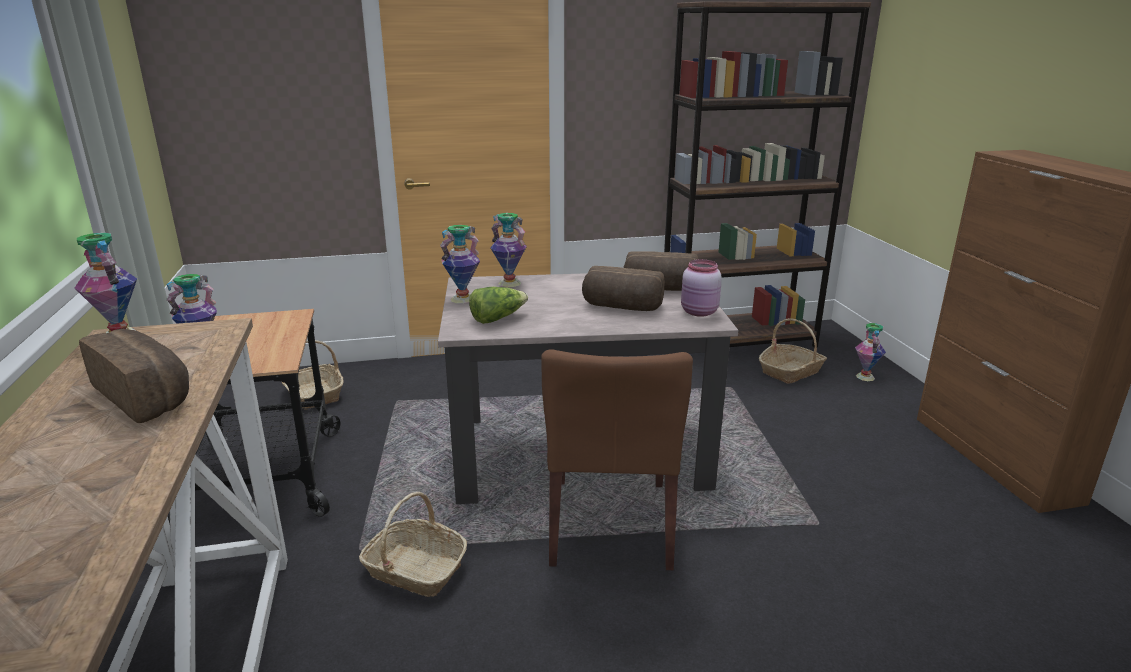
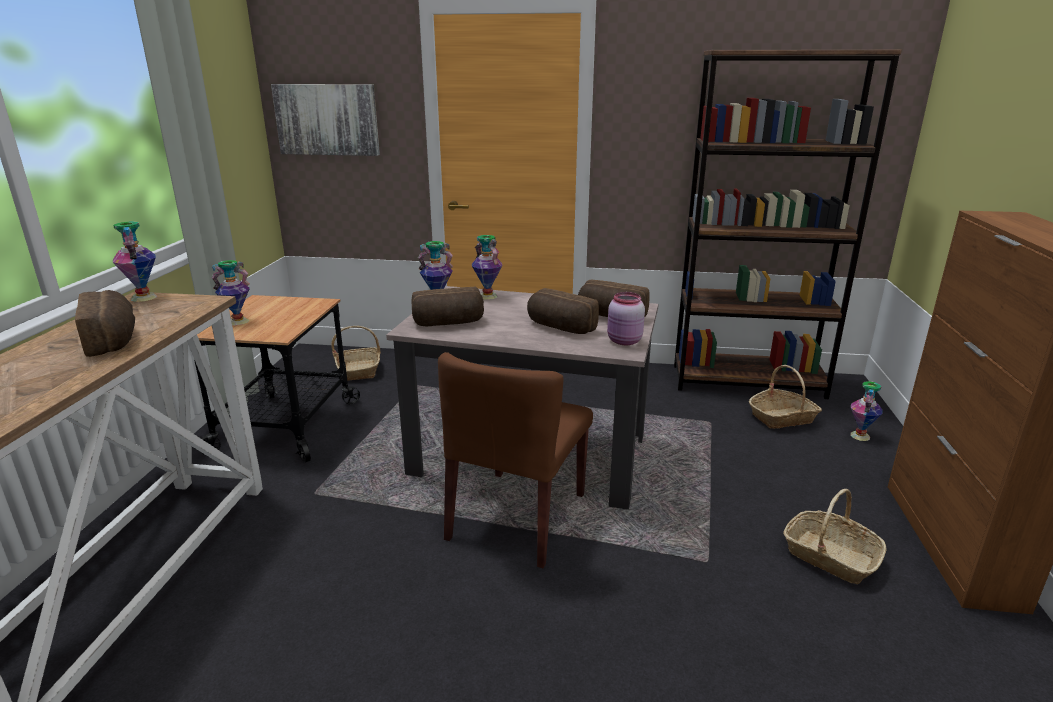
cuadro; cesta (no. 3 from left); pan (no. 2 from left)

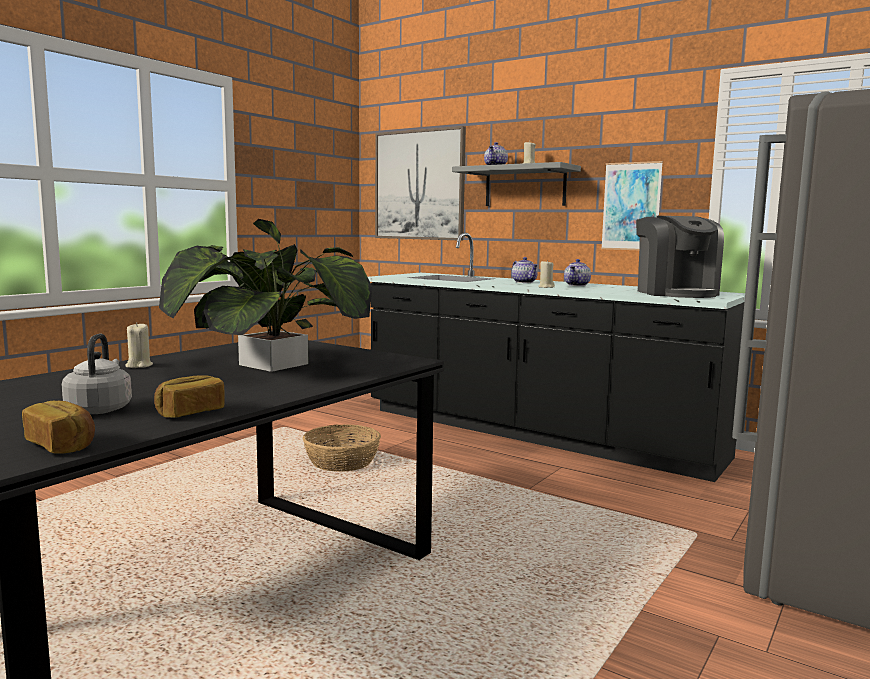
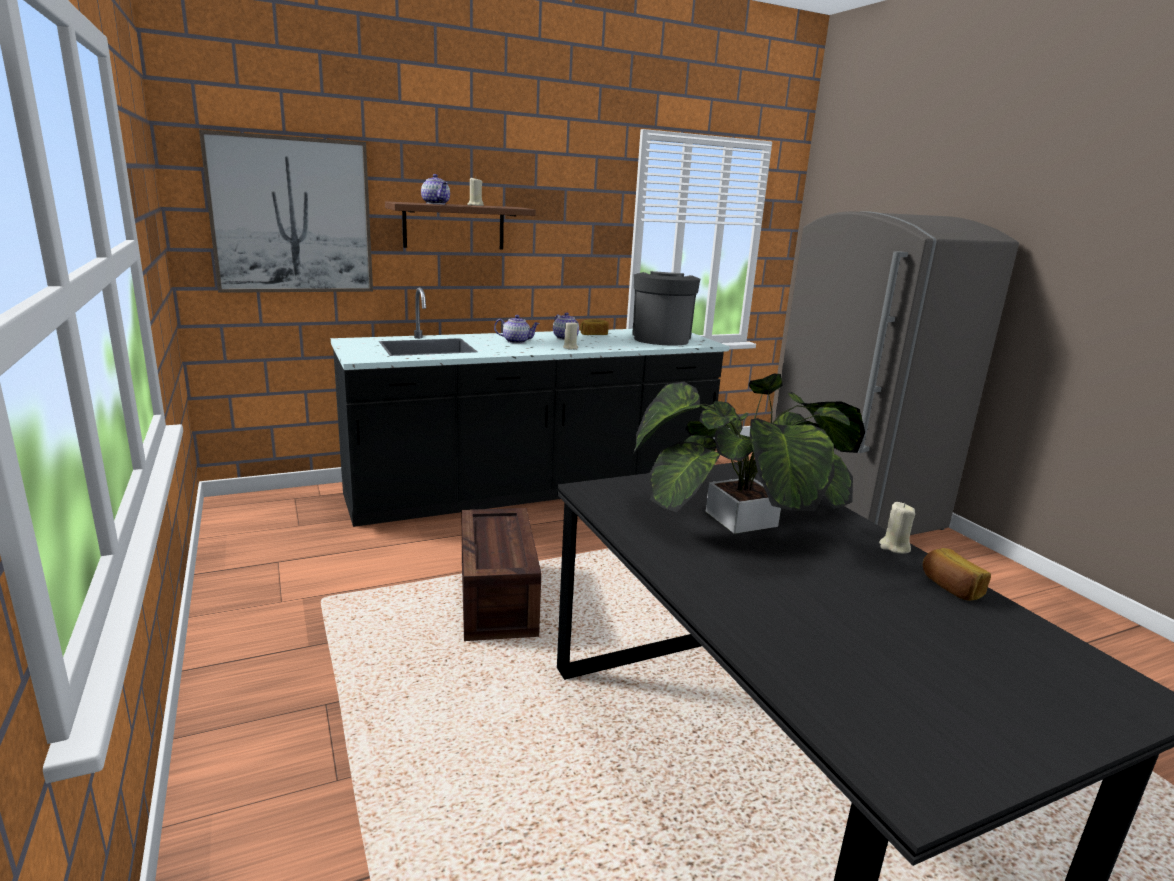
hervidor (gris); cuadro (no. 2 from left in the first image); pan (no. 1 from left); vela (beis) (no. 3 from left); caja de embalaje; estante (marrón); cafetera

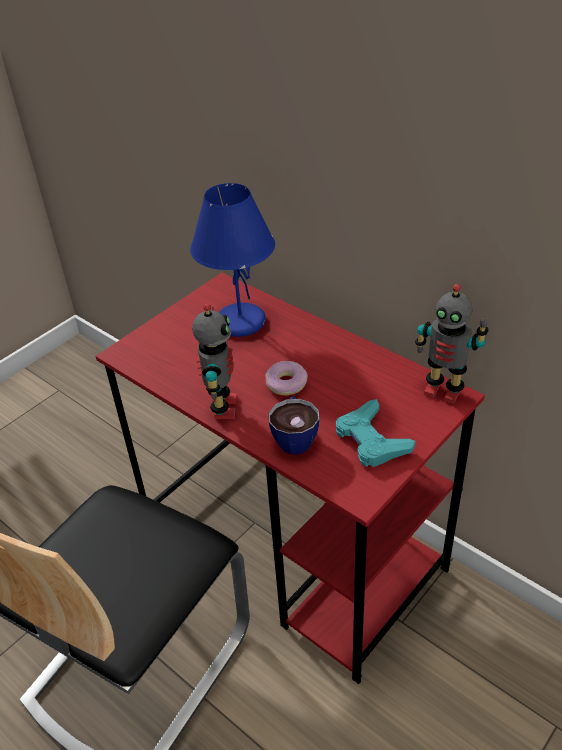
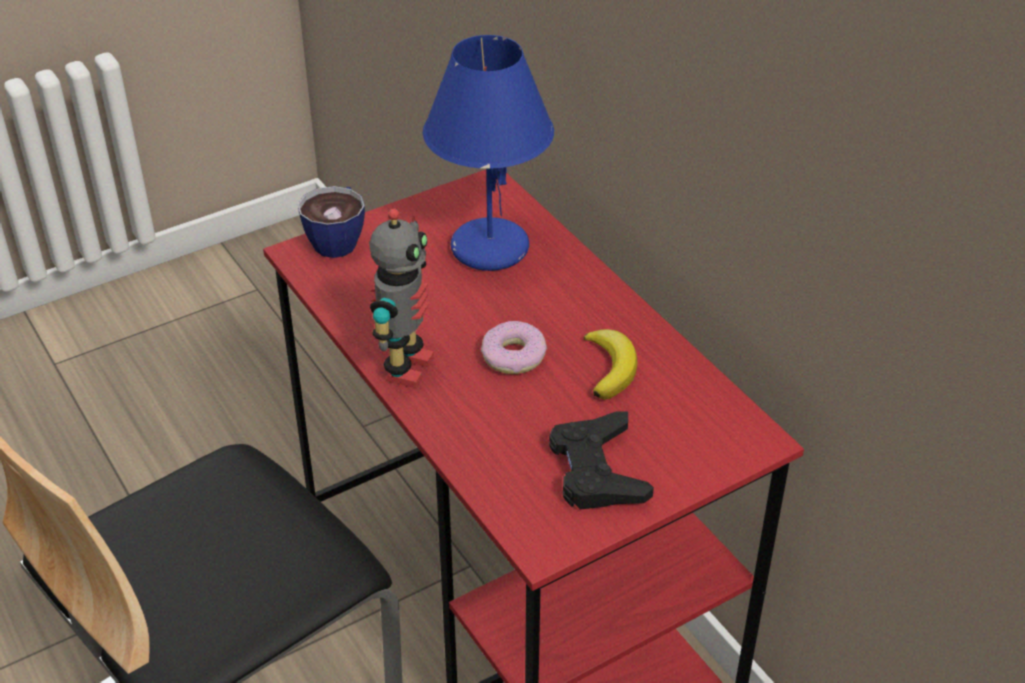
robot de juguete (no. 2 from left in the first image); plátano; taza; mando de consola (negro)

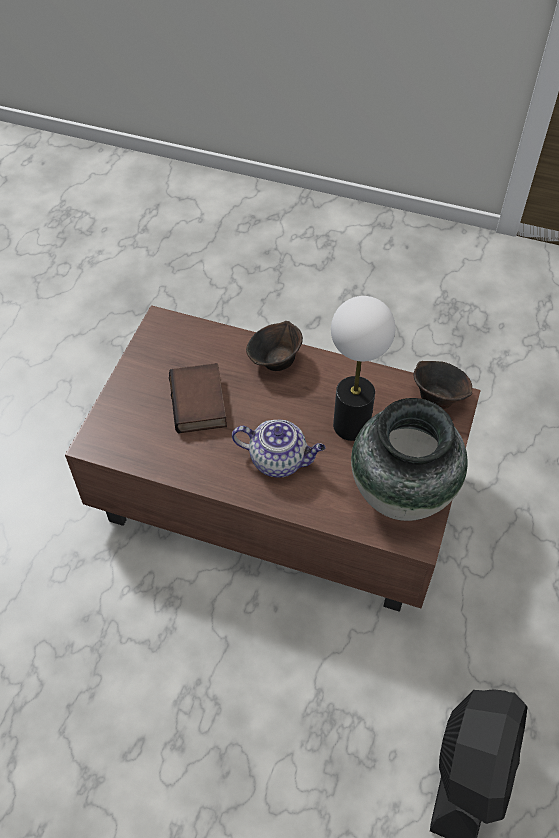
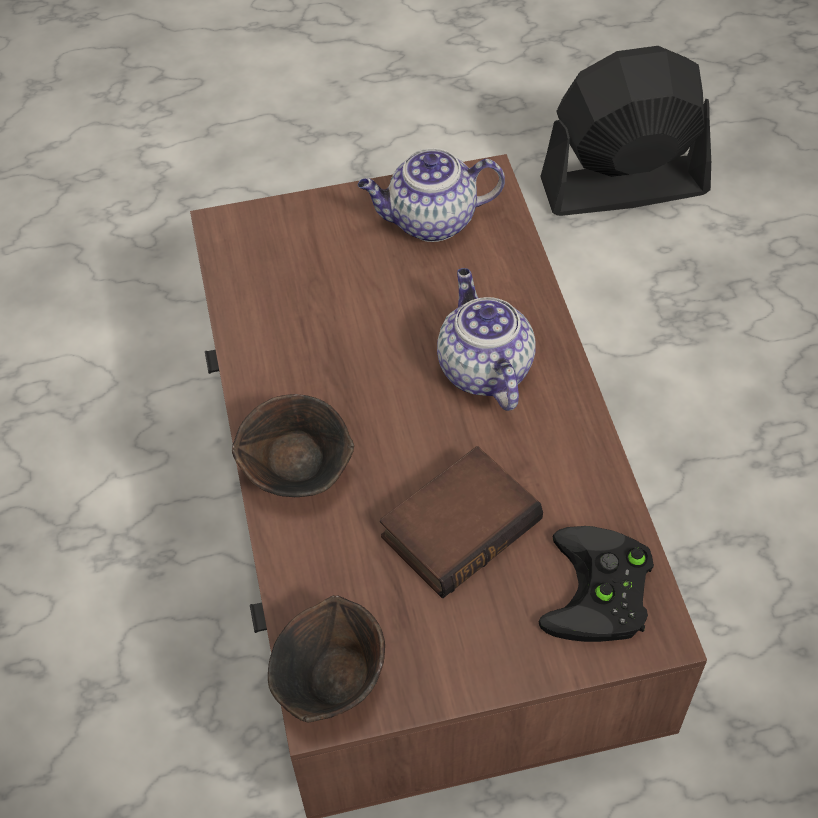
lámpara de mesa; mando de consola (negro); cuenco (marrón) (no. 2 from left); tetera (no. 1 from left)

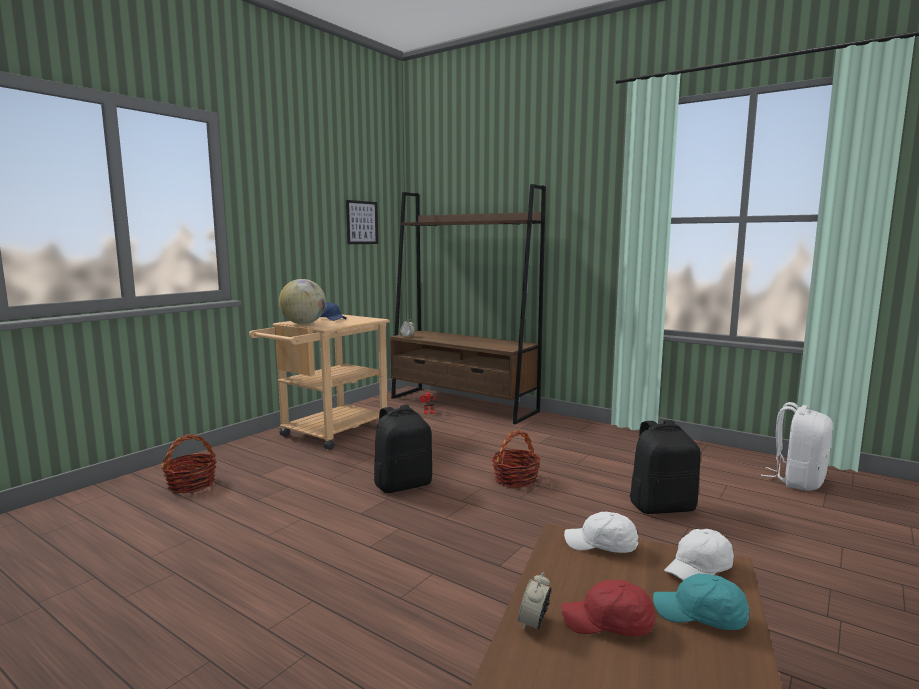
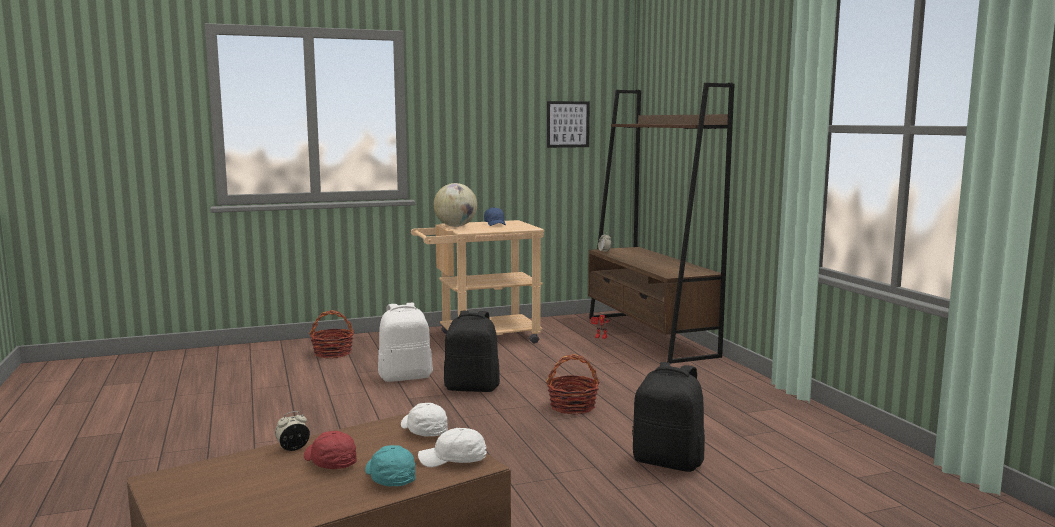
mochila (blanco)

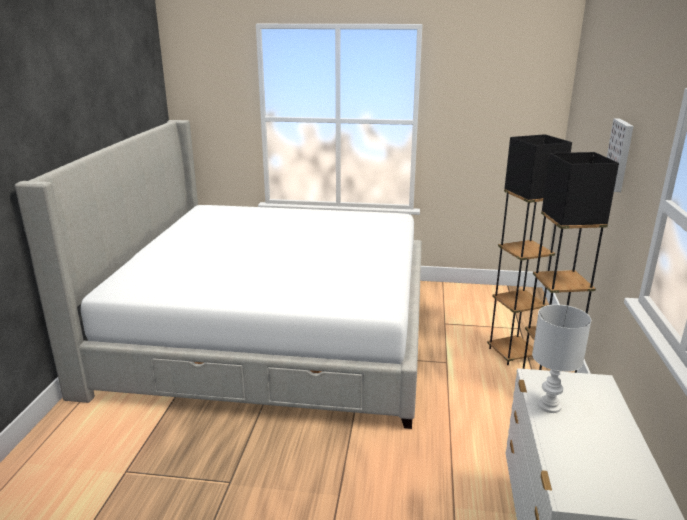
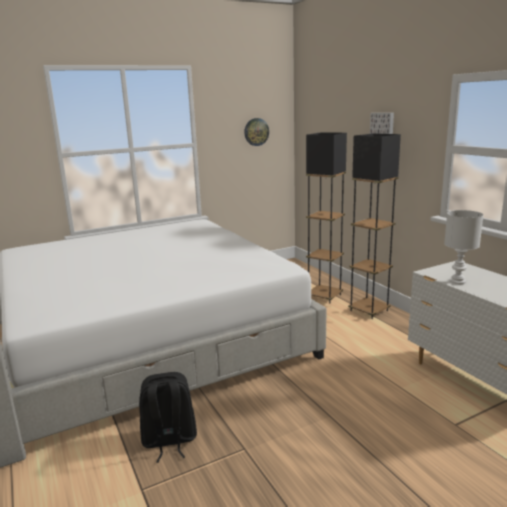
mochila (negro); reloj de pared

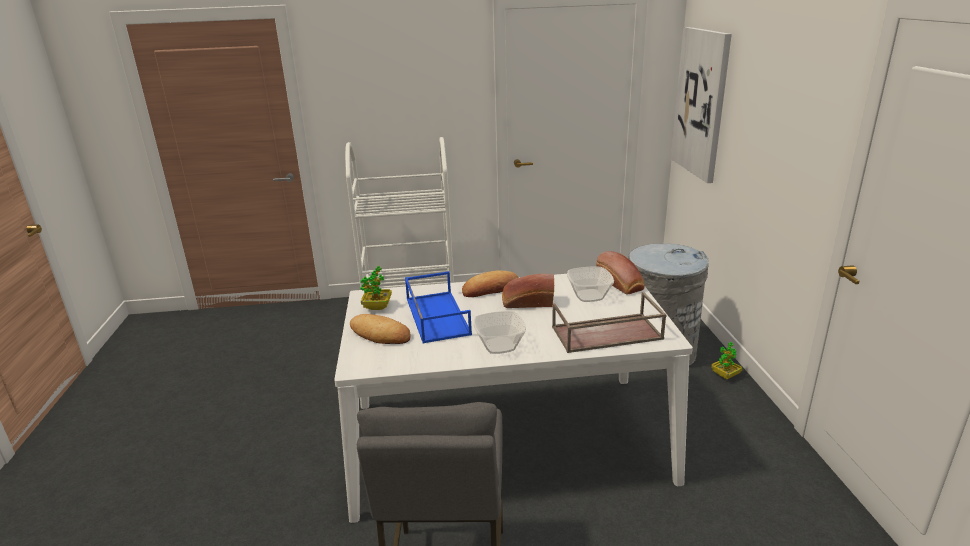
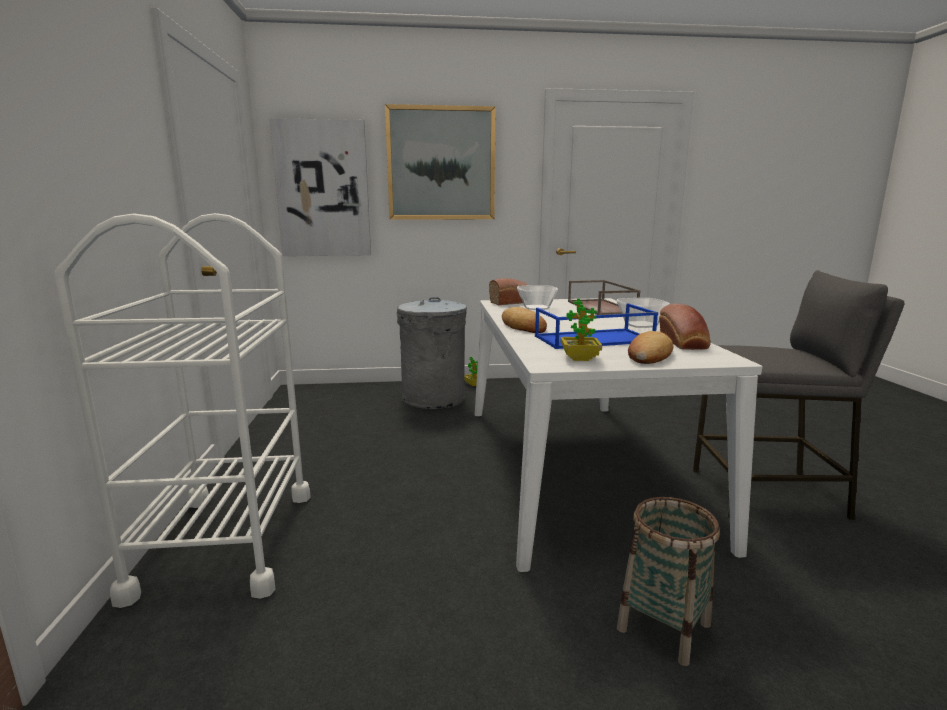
cuadro (no. 2 from left); cesta; pan (no. 4 from left)

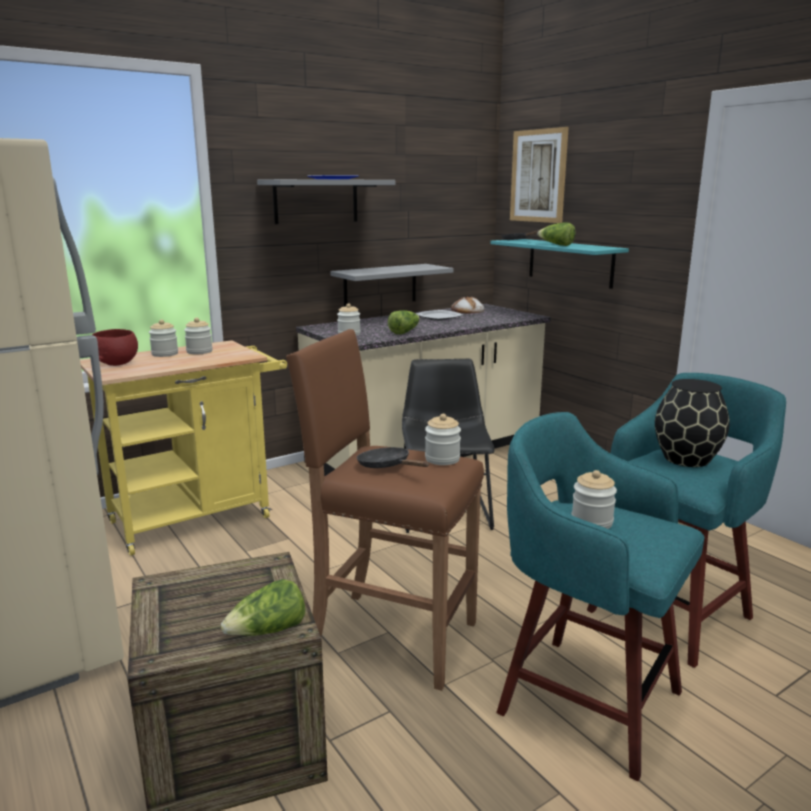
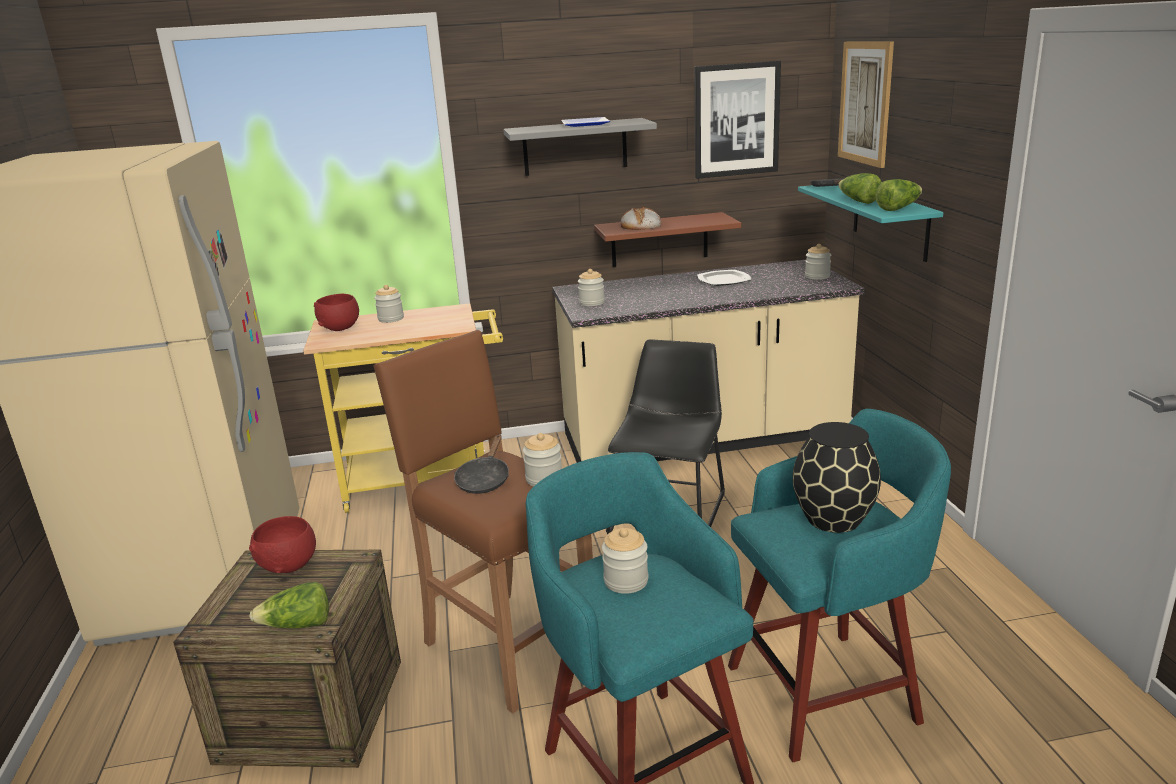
cuenco (rojo) (no. 1 from left); cuadro (no. 1 from left); tarro (no. 5 from left); lechuga (no. 3 from left); pan; estante (marrón); sartén (negro) (no. 1 from left)

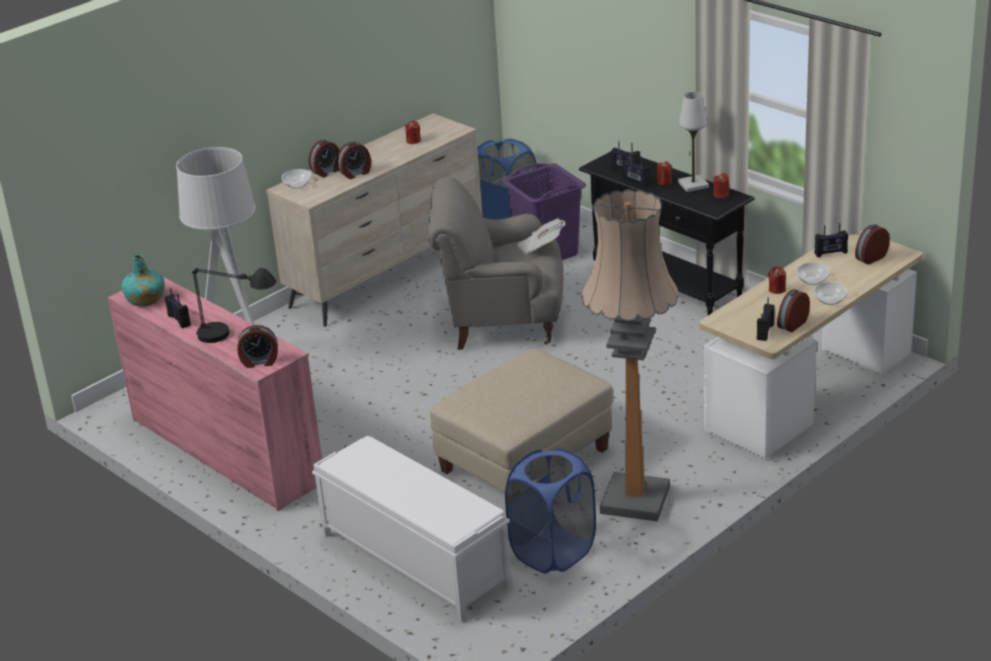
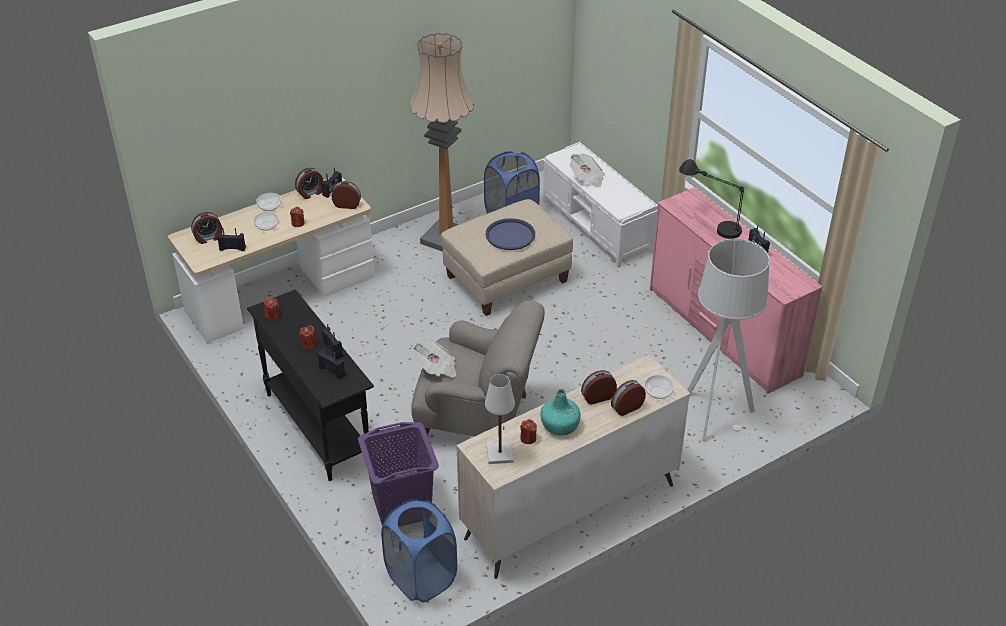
bandeja (azul); periódico (no. 2 from left); botella (turquesa); despertador (no. 3 from left); lámpara de mesa (blanco)

